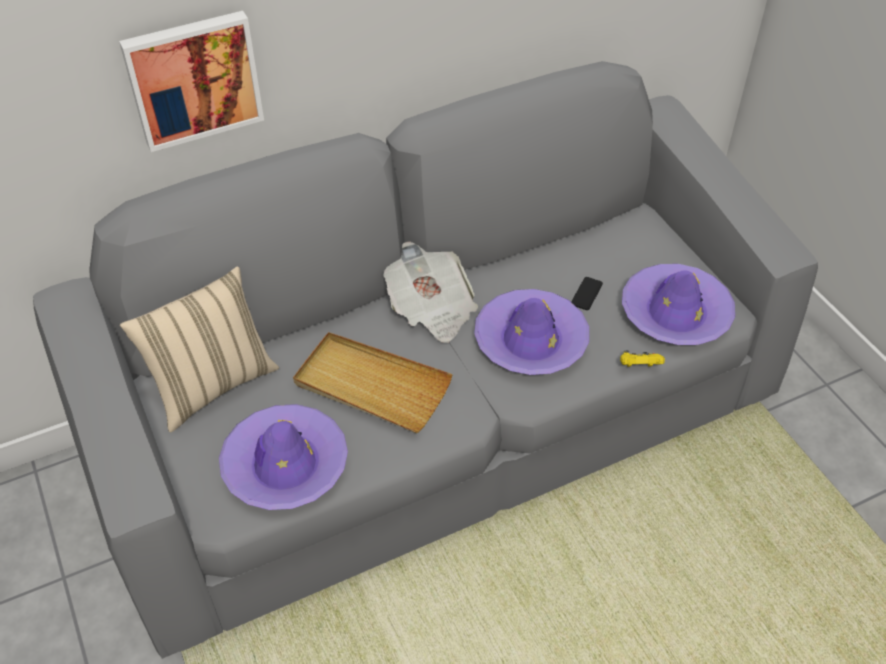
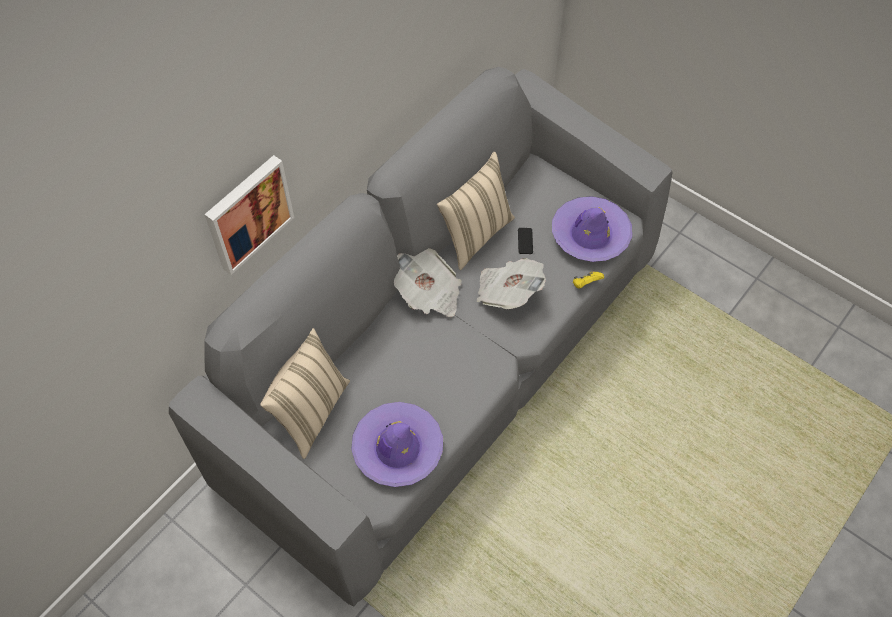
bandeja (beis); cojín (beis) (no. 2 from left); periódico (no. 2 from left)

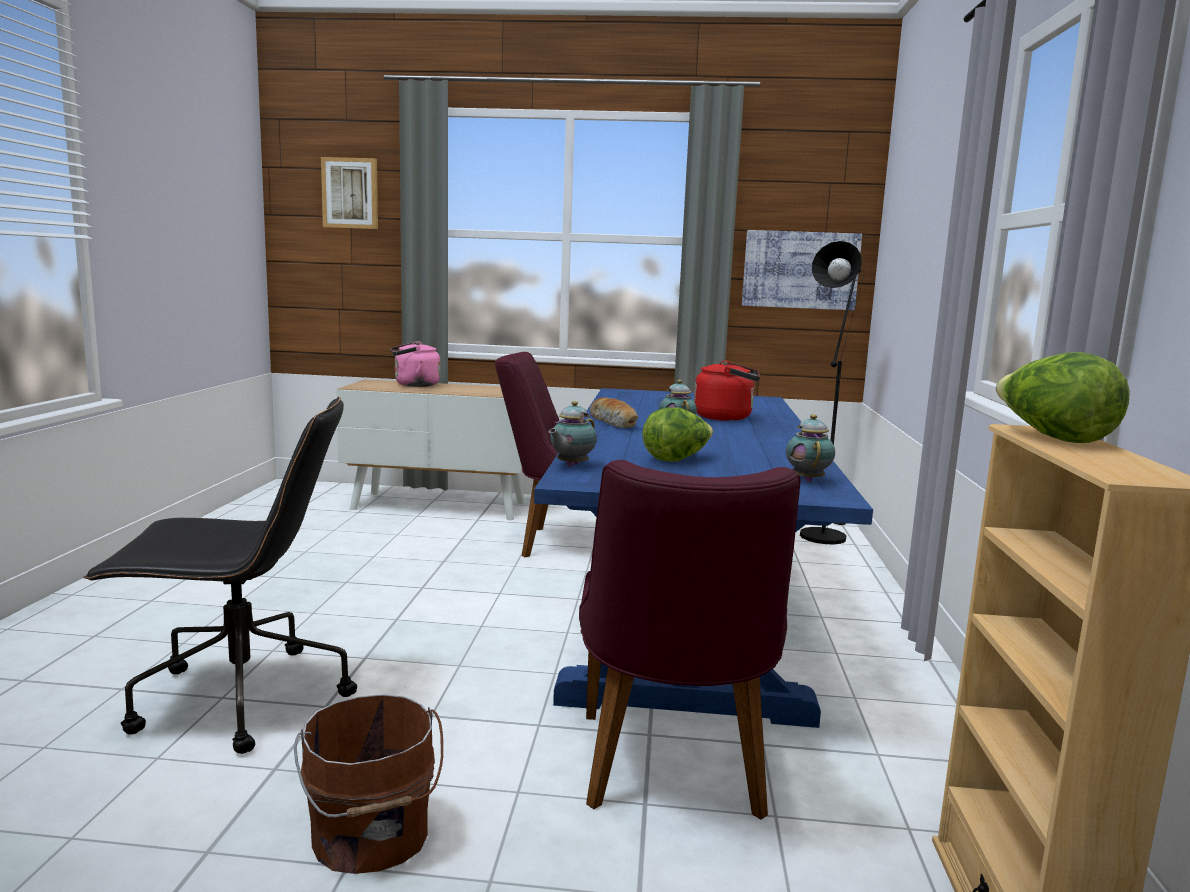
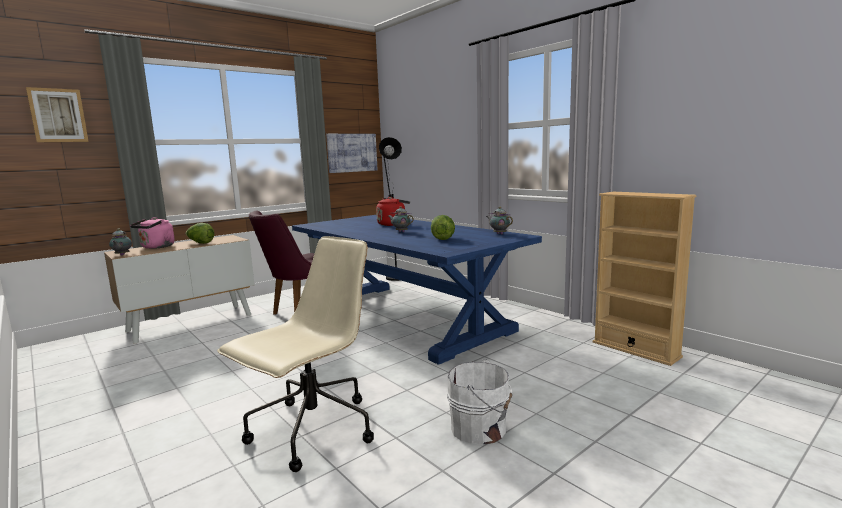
silla (morado) (no. 2 from left in the first image); pan; tetera (no. 1 from left); lechuga (no. 1 from left); silla de oficina (beis); cubo (blanco)

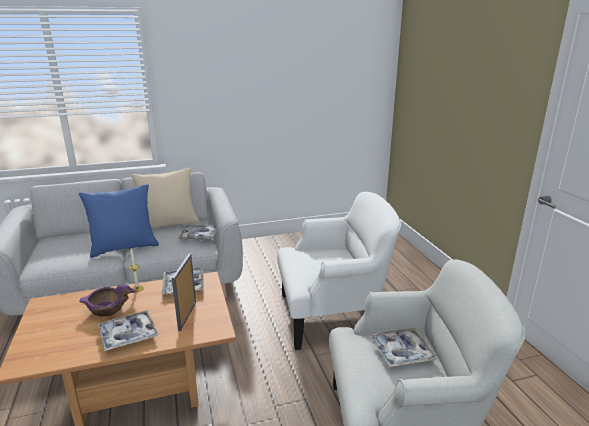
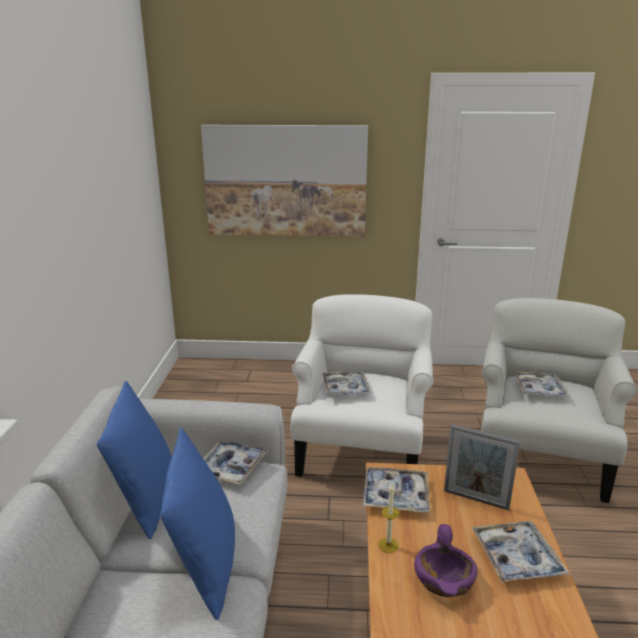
cuadro; bandeja (no. 2 from left); cojín (azul) (no. 1 from left)

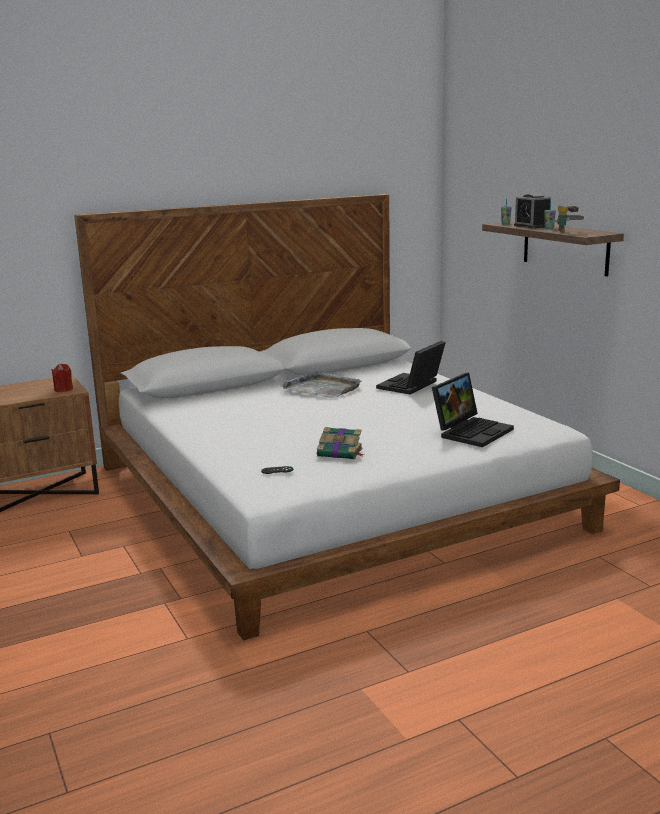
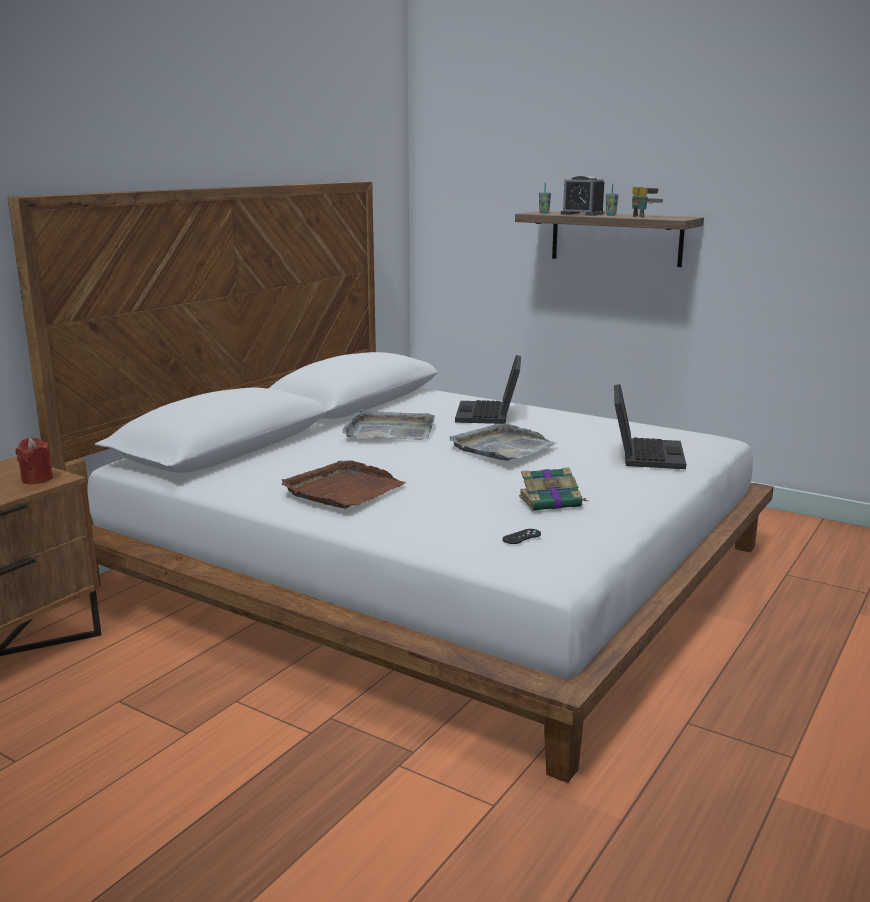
bandeja (marrón); bandeja (gris) (no. 2 from left)

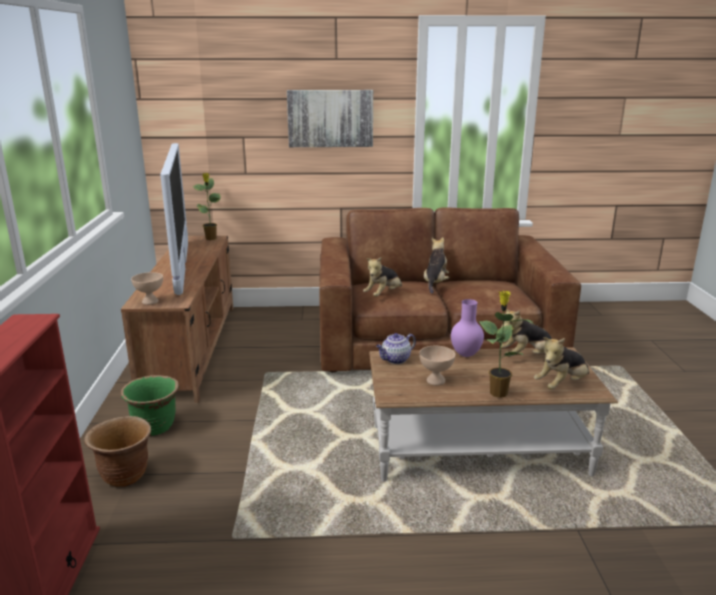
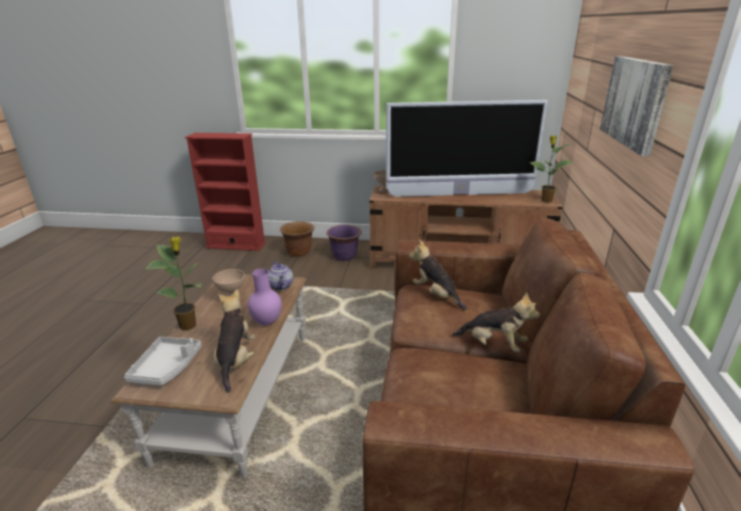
bandeja (gris); maceta (morado)

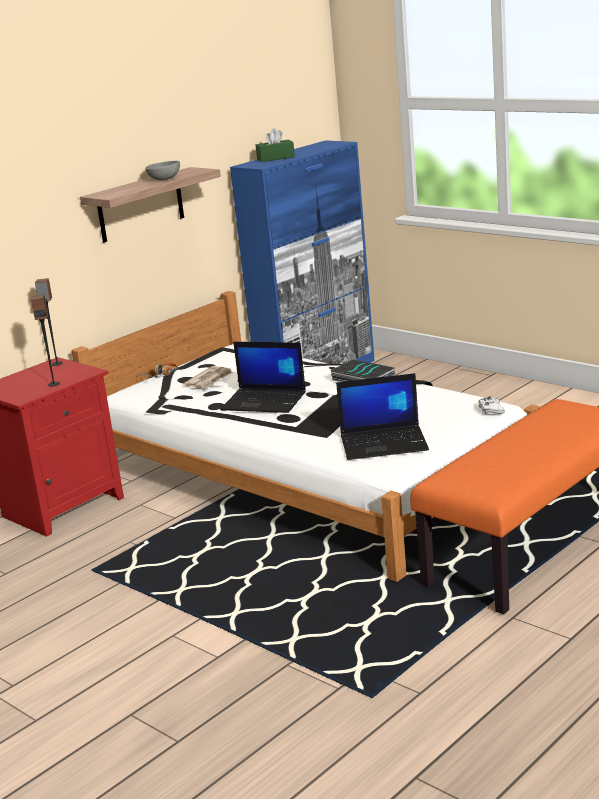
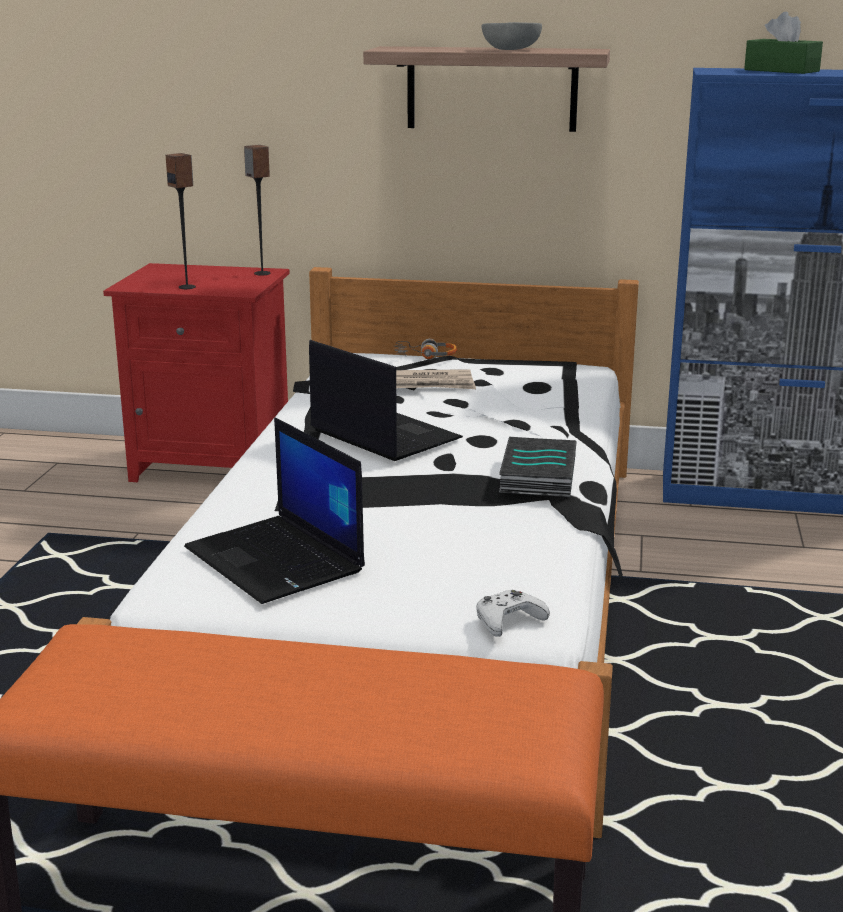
portátil (no. 2 from left)

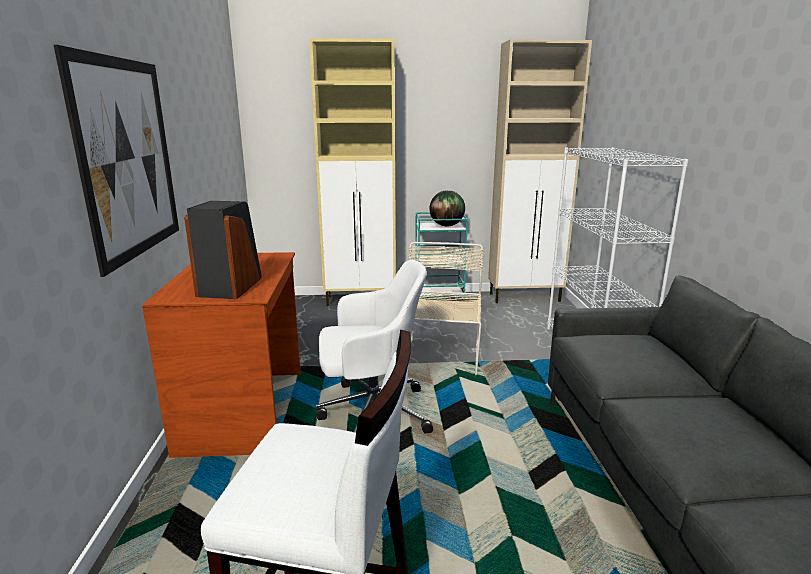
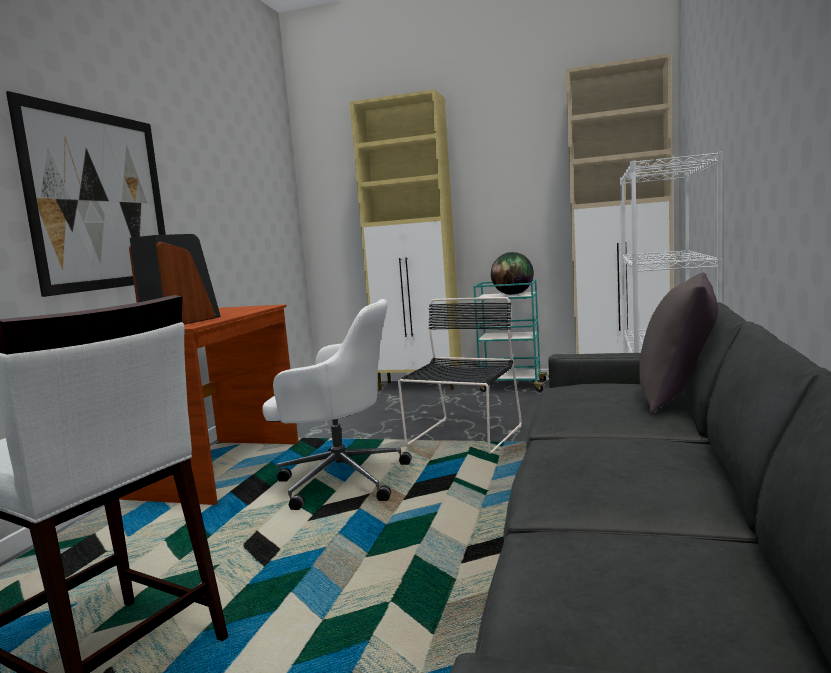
cojín (gris); silla (negro)

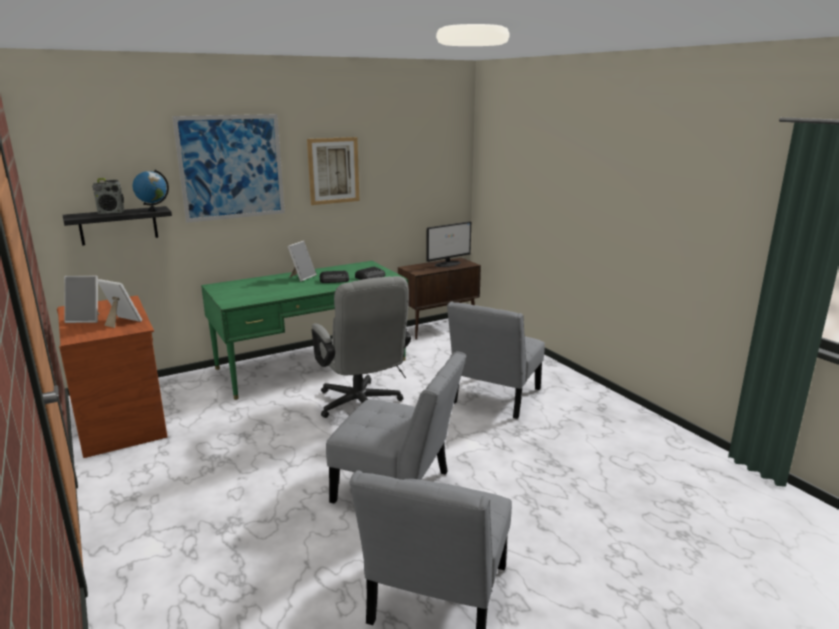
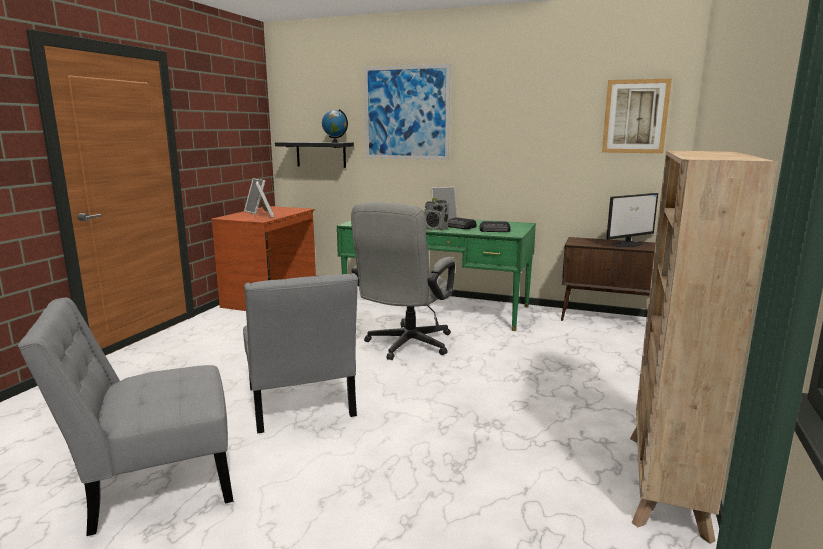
silla (gris) (no. 3 from left in the first image); estantería (beis); radio (no. 1 from left); cuadro (no. 2 from left); monitor

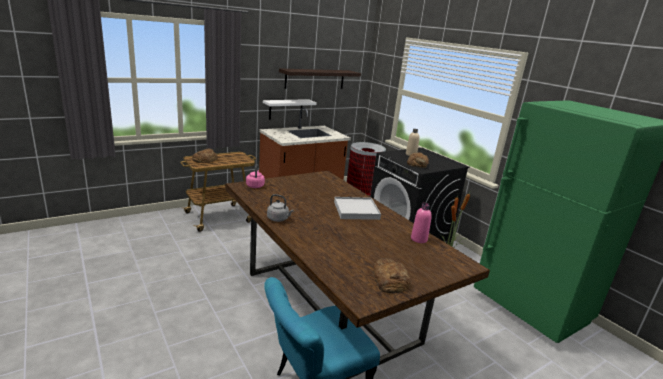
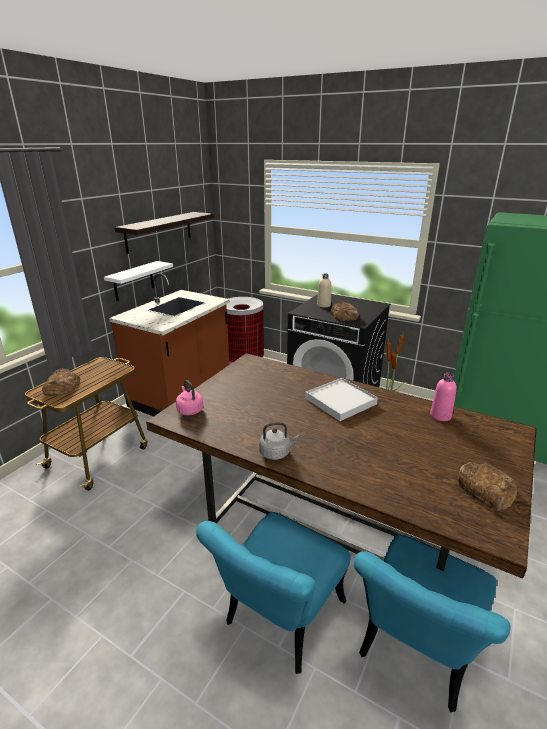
silla (turquesa) (no. 1 from left)

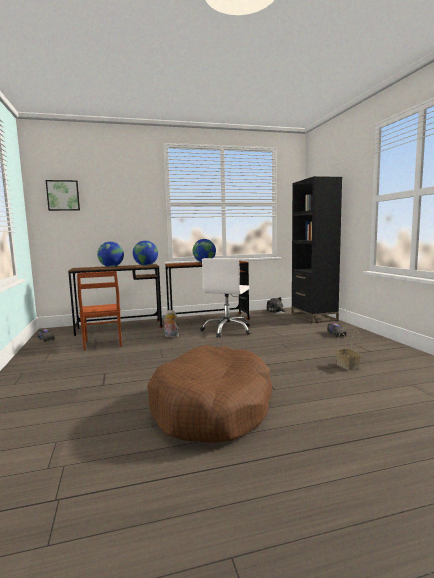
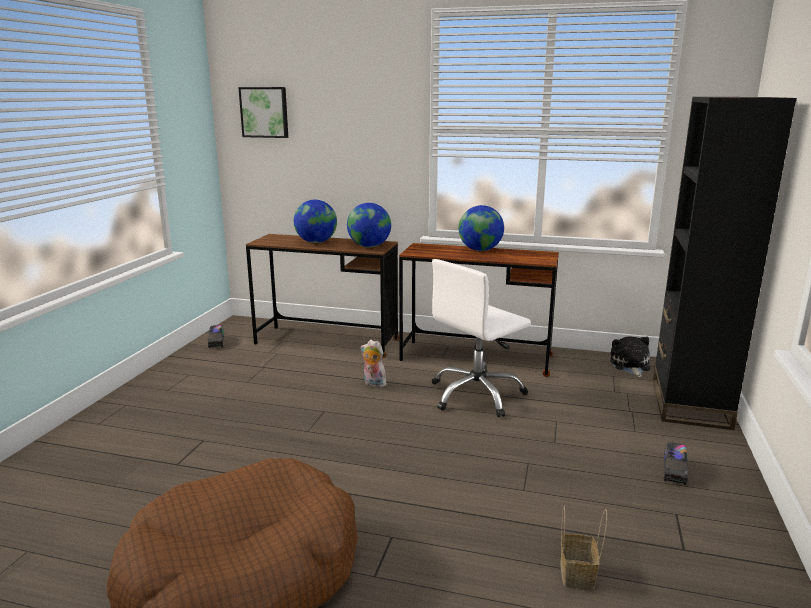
silla (marrón)

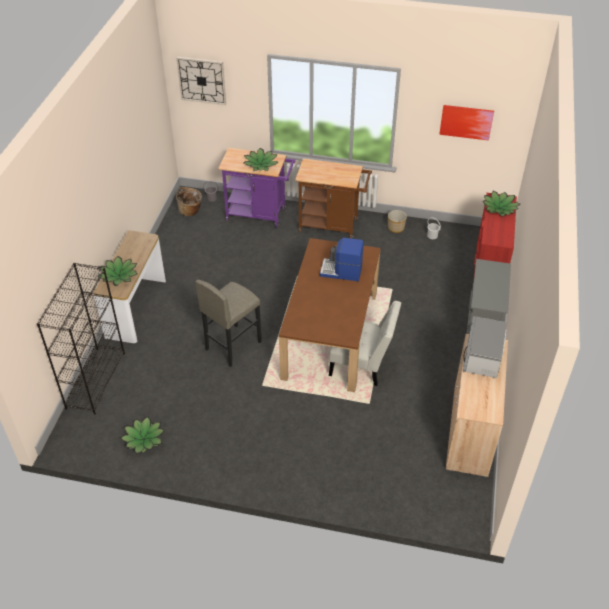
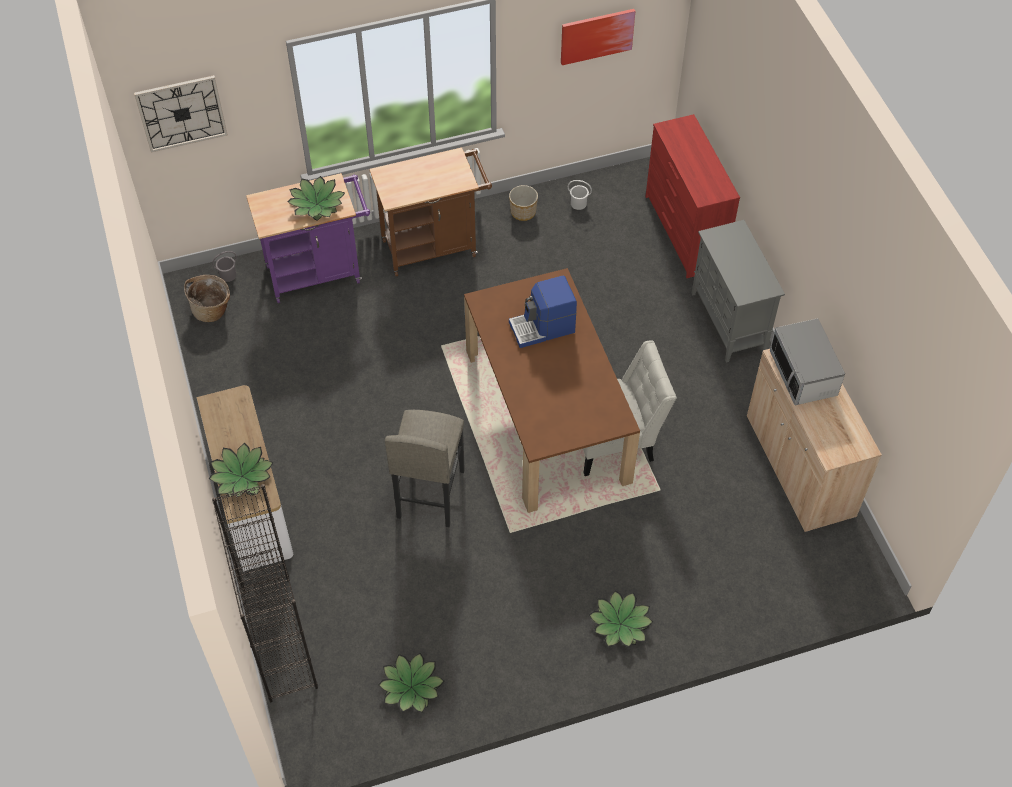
planta en maceta (no. 4 from left)

